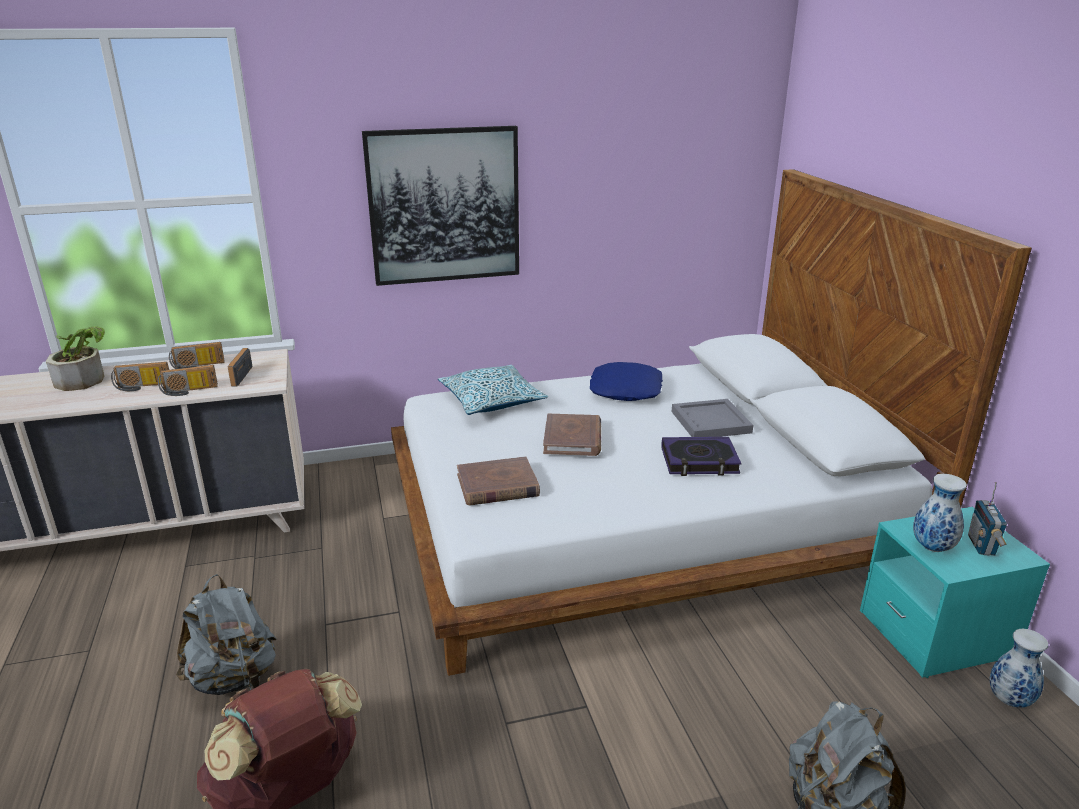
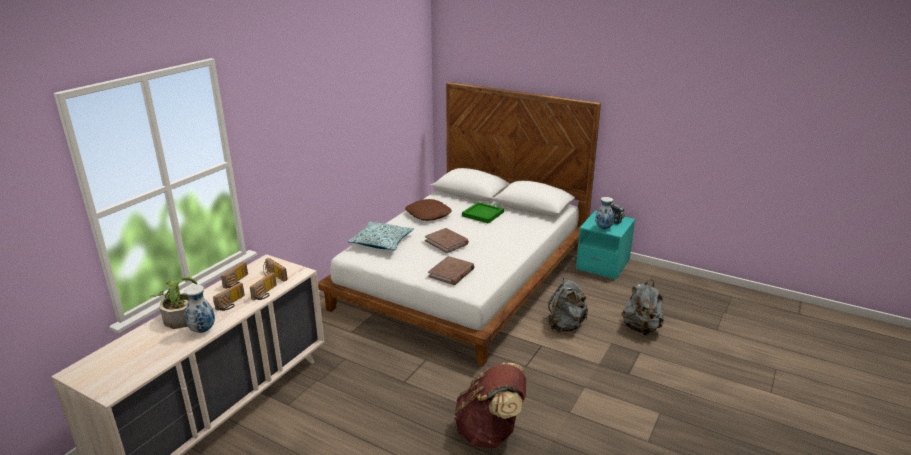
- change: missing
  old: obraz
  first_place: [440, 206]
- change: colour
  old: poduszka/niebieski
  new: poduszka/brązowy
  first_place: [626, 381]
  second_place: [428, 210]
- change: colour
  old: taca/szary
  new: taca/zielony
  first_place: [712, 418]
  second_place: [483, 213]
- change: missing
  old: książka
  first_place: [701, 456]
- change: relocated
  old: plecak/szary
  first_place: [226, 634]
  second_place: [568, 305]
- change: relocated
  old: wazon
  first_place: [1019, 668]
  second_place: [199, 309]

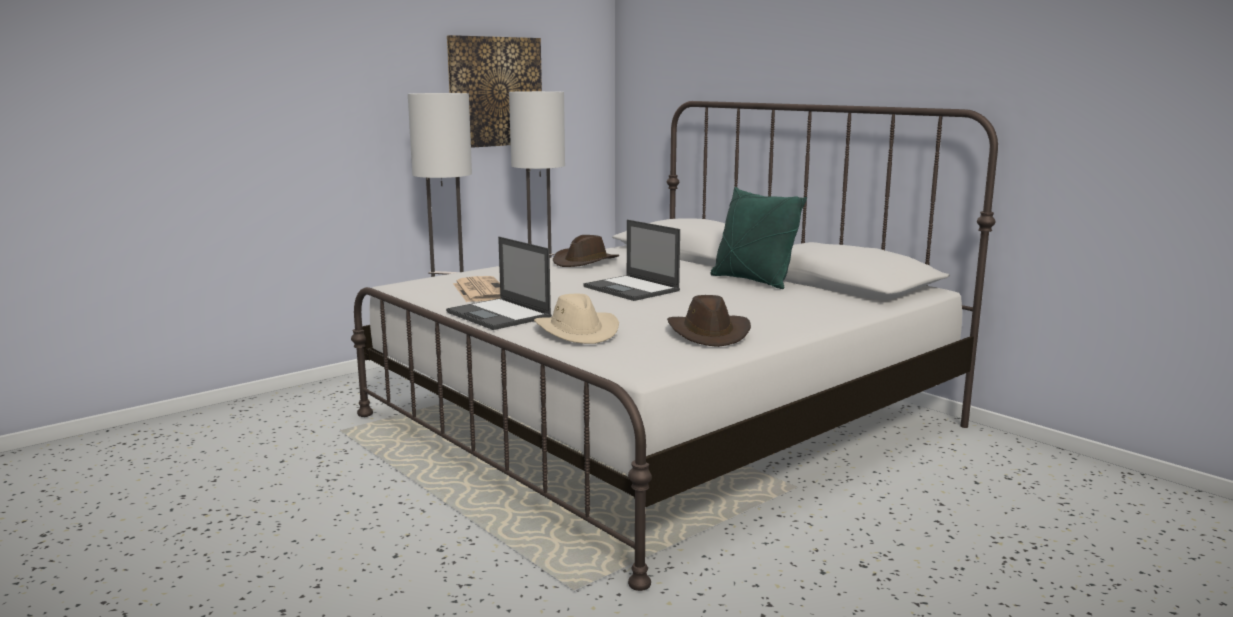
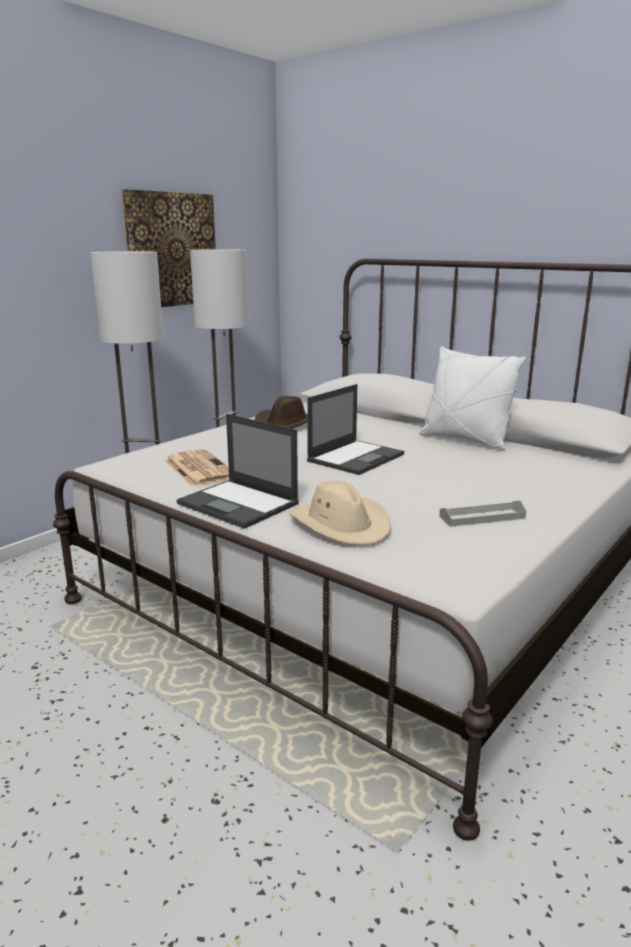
- change: colour
  old: poduszka/zielony
  new: poduszka/biały
  first_place: [758, 238]
  second_place: [472, 398]
- change: spun
  old: laptop
  first_place: [631, 260]
  second_place: [355, 429]
  degrees: -90
- change: exchanged
  old: kapelusz/brązowy
  new: taca/szary
  first_place: [709, 321]
  second_place: [482, 514]

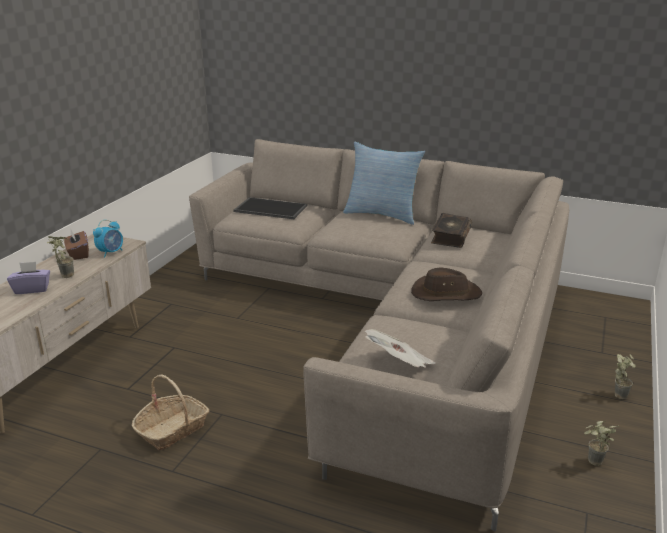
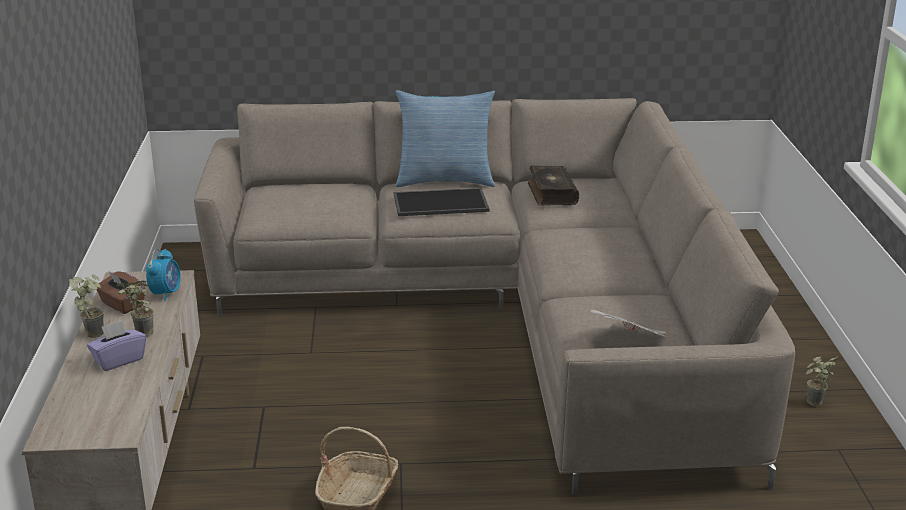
- change: relocated
  old: taca
  first_place: [270, 208]
  second_place: [442, 202]
- change: missing
  old: kapelusz/brązowy
  first_place: [446, 284]
- change: relocated
  old: roślina doniczkowa
  first_place: [625, 376]
  second_place: [86, 306]

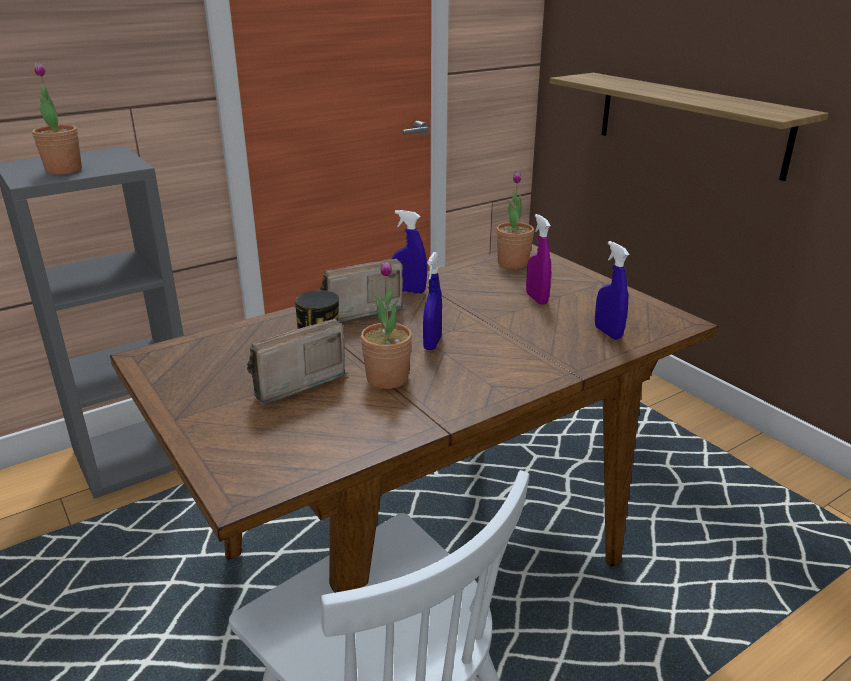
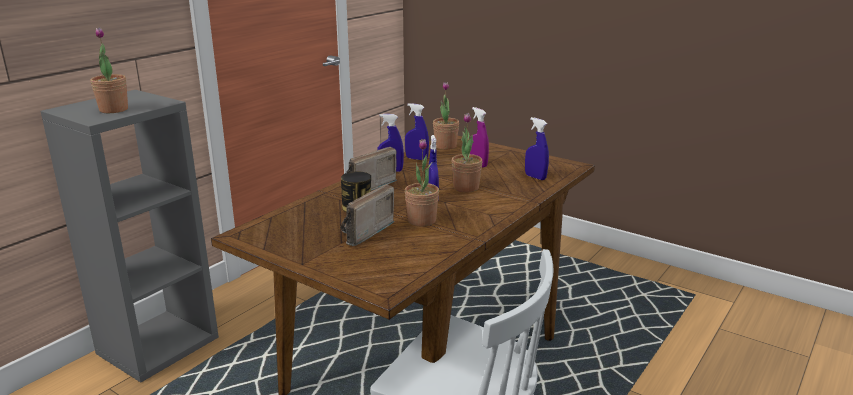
- change: missing
  old: półka
  first_place: [689, 127]
- change: appeared
  new: spryskiwacz/niebieski
  second_place: [417, 131]
- change: appeared
  new: roślina doniczkowa
  second_place: [467, 153]

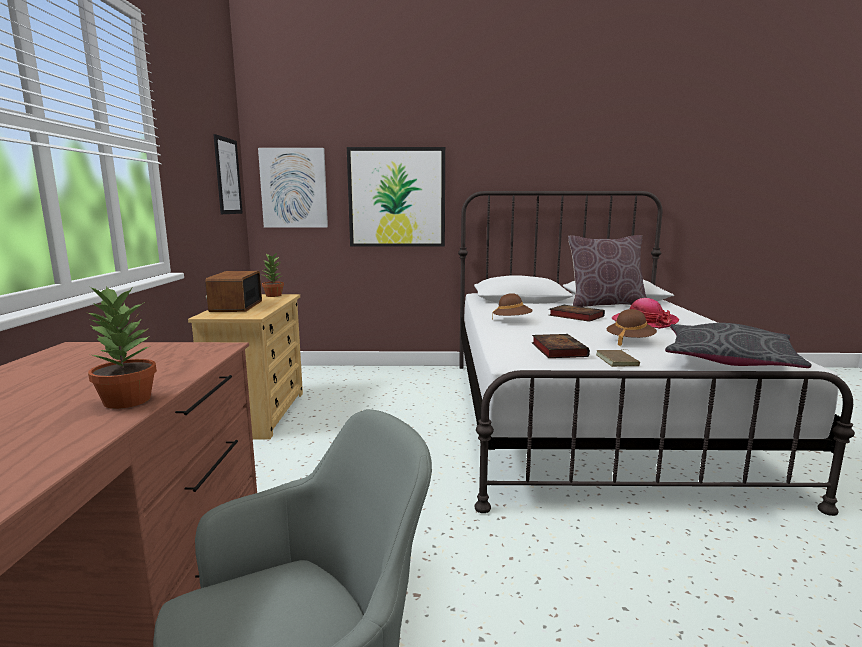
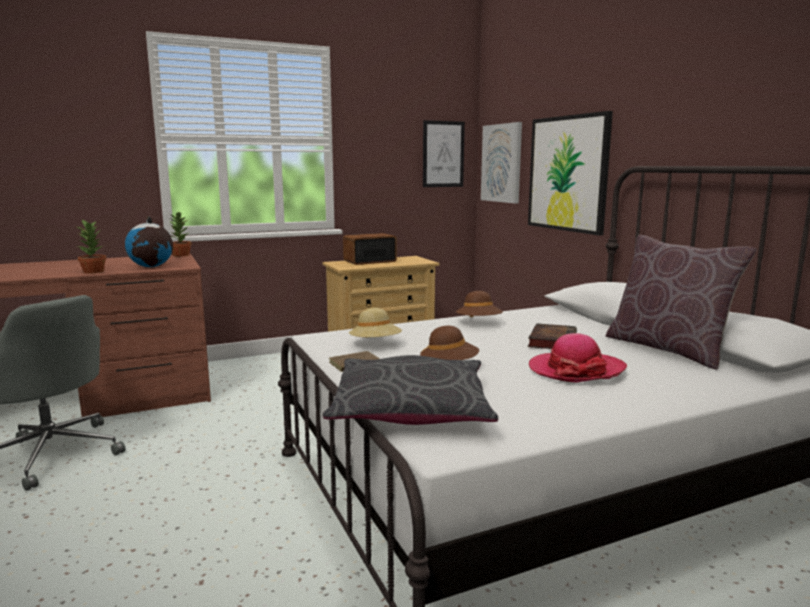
- change: relocated
  old: roślina doniczkowa
  first_place: [273, 274]
  second_place: [180, 233]
- change: exchanged
  old: książka
  new: kapelusz/beżowy
  first_place: [561, 346]
  second_place: [375, 323]
- change: appeared
  new: globus
  second_place: [149, 242]

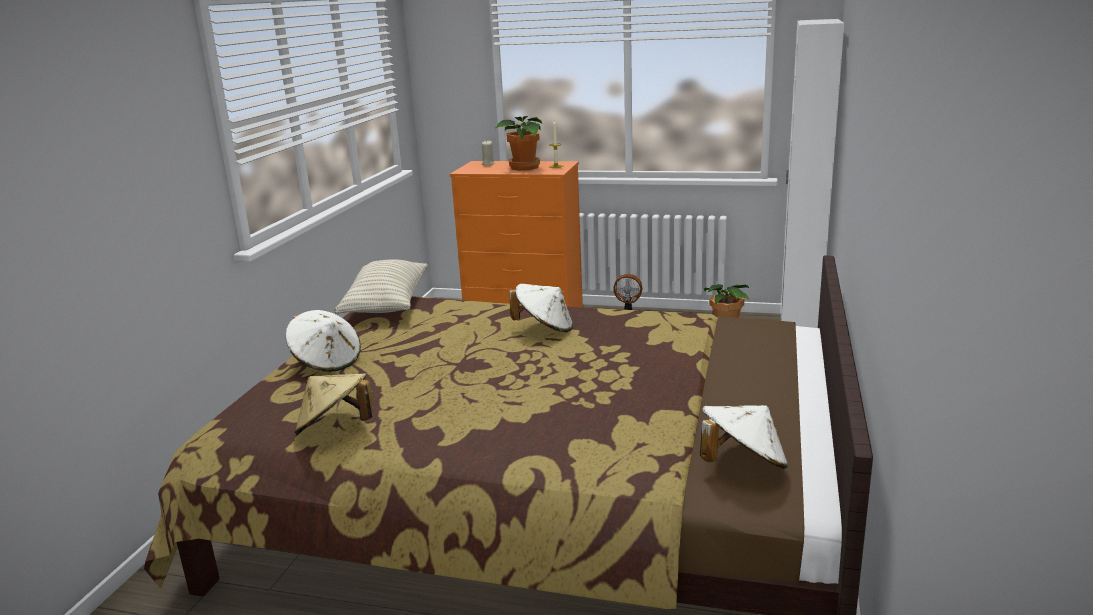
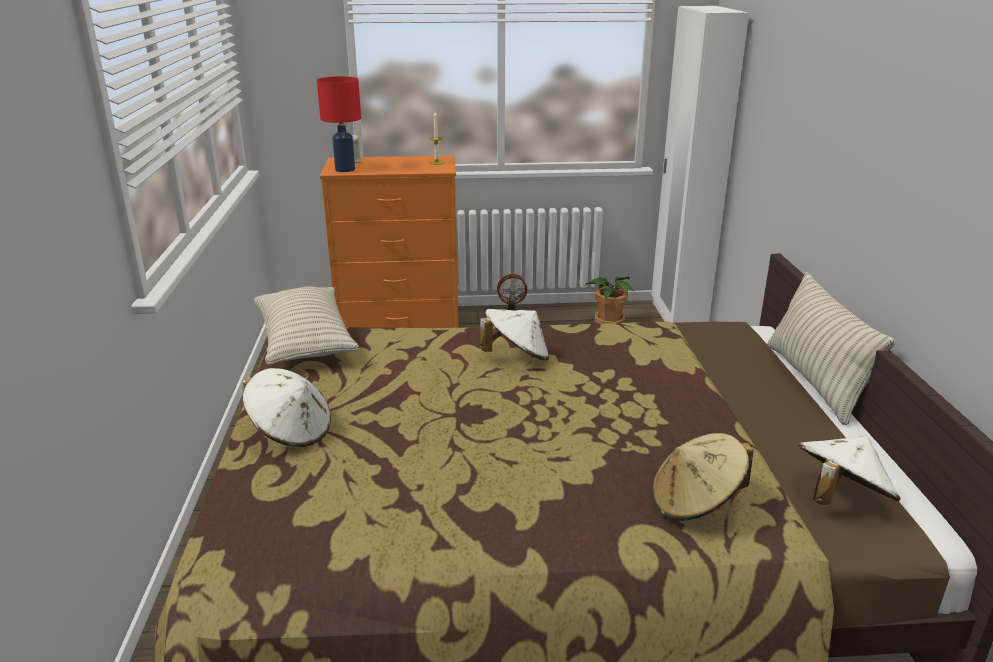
- change: missing
  old: roślina doniczkowa
  first_place: [518, 143]
- change: relocated
  old: kapelusz/beżowy
  first_place: [334, 404]
  second_place: [702, 477]
- change: appeared
  new: lampa stołowa/czerwony
  second_place: [339, 124]
- change: appeared
  new: poduszka
  second_place: [831, 348]

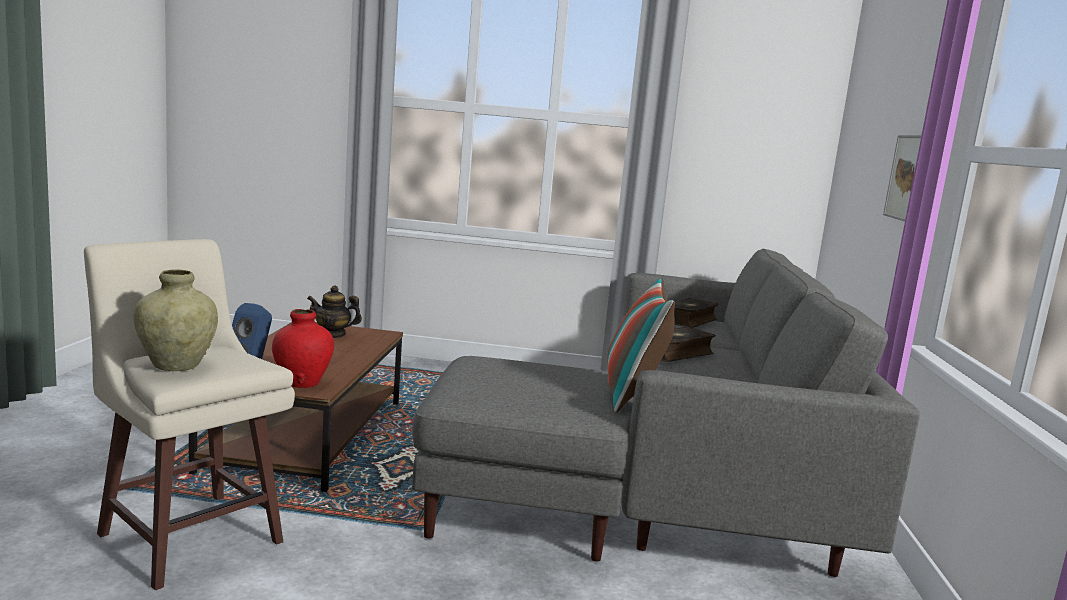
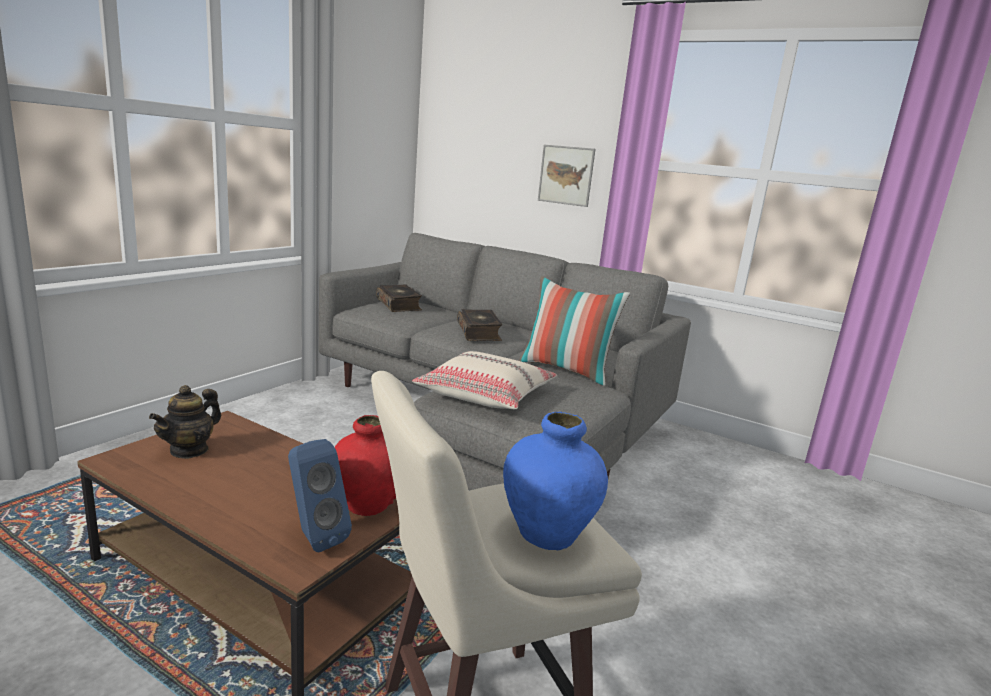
- change: colour
  old: wazon/beżowy
  new: wazon/niebieski
  first_place: [176, 320]
  second_place: [555, 481]
- change: appeared
  new: poduszka/beżowy
  second_place: [484, 380]

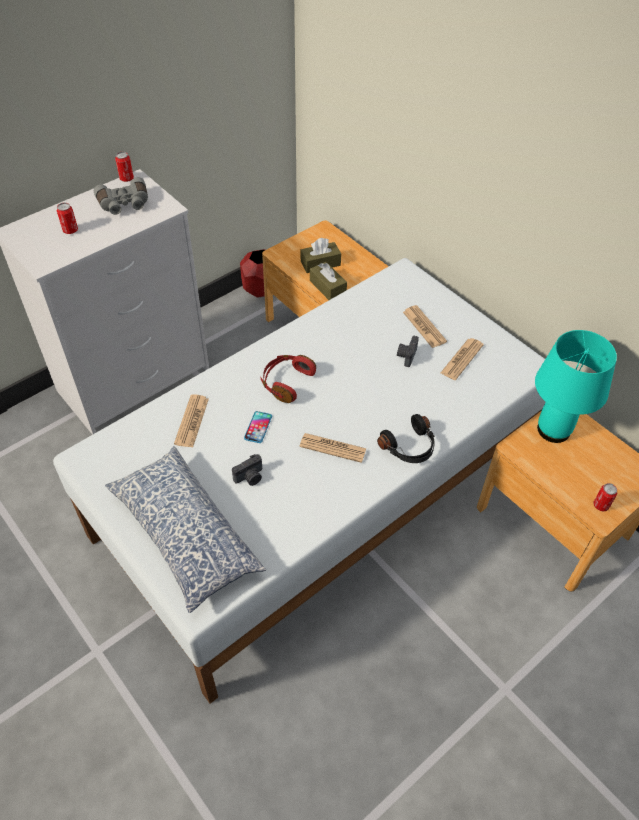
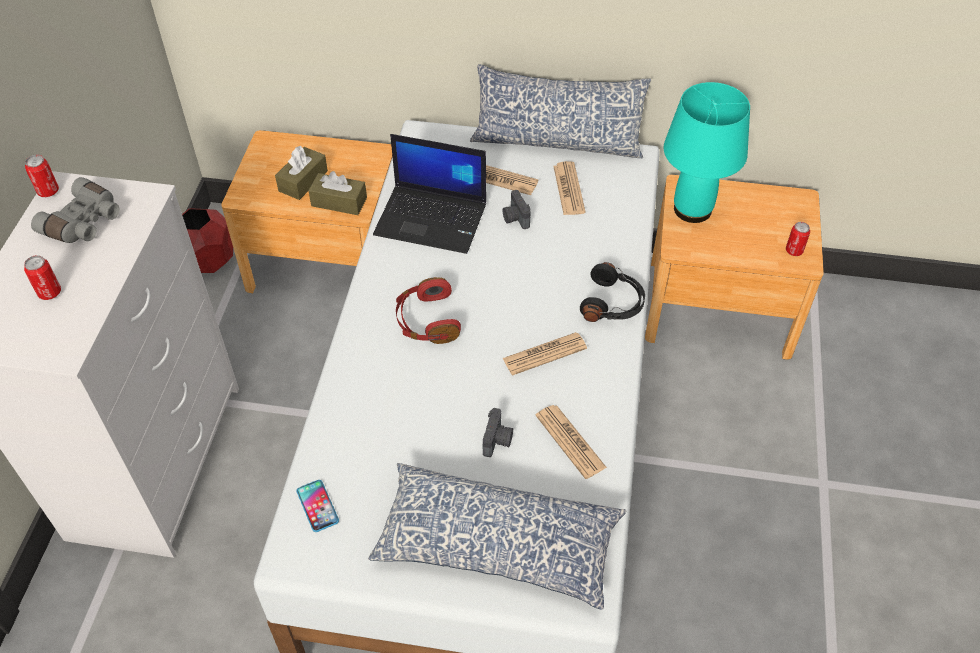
- change: relocated
  old: gazeta
  first_place: [191, 420]
  second_place: [571, 442]
- change: relocated
  old: telefon
  first_place: [258, 427]
  second_place: [318, 506]
- change: appeared
  new: poduszka
  second_place: [560, 111]
- change: appeared
  new: laptop
  second_place: [429, 194]

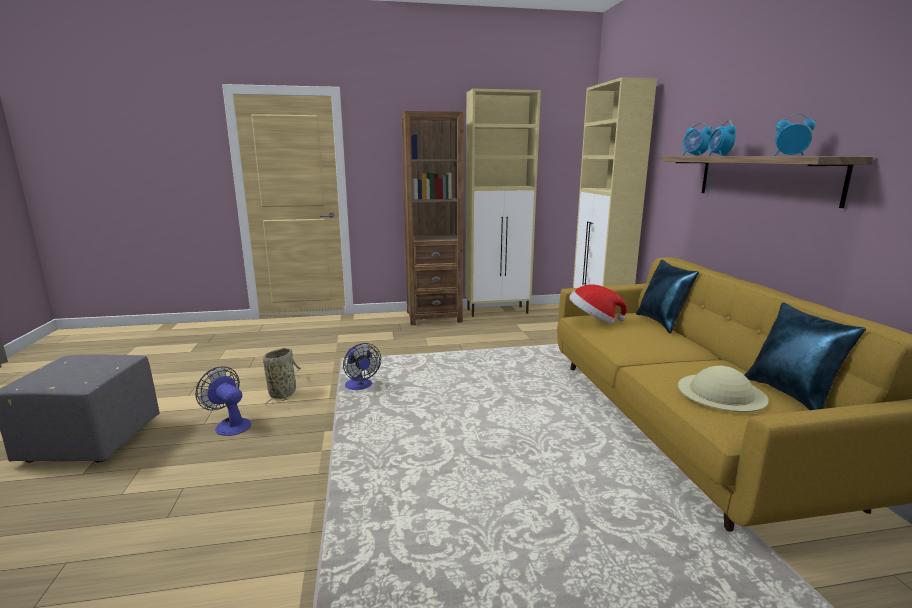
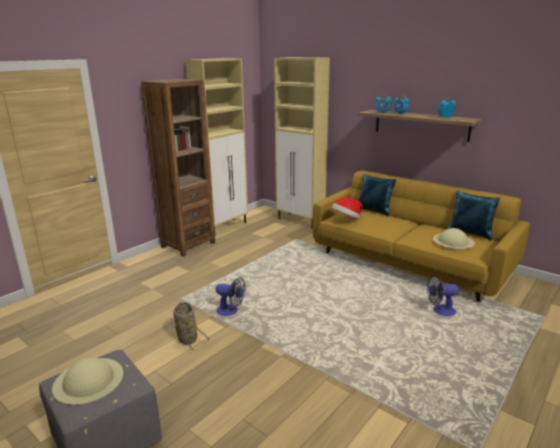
- change: relocated
  old: wentylator
  first_place: [223, 401]
  second_place: [443, 295]
- change: appeared
  new: kapelusz/beżowy
  second_place: [87, 381]

